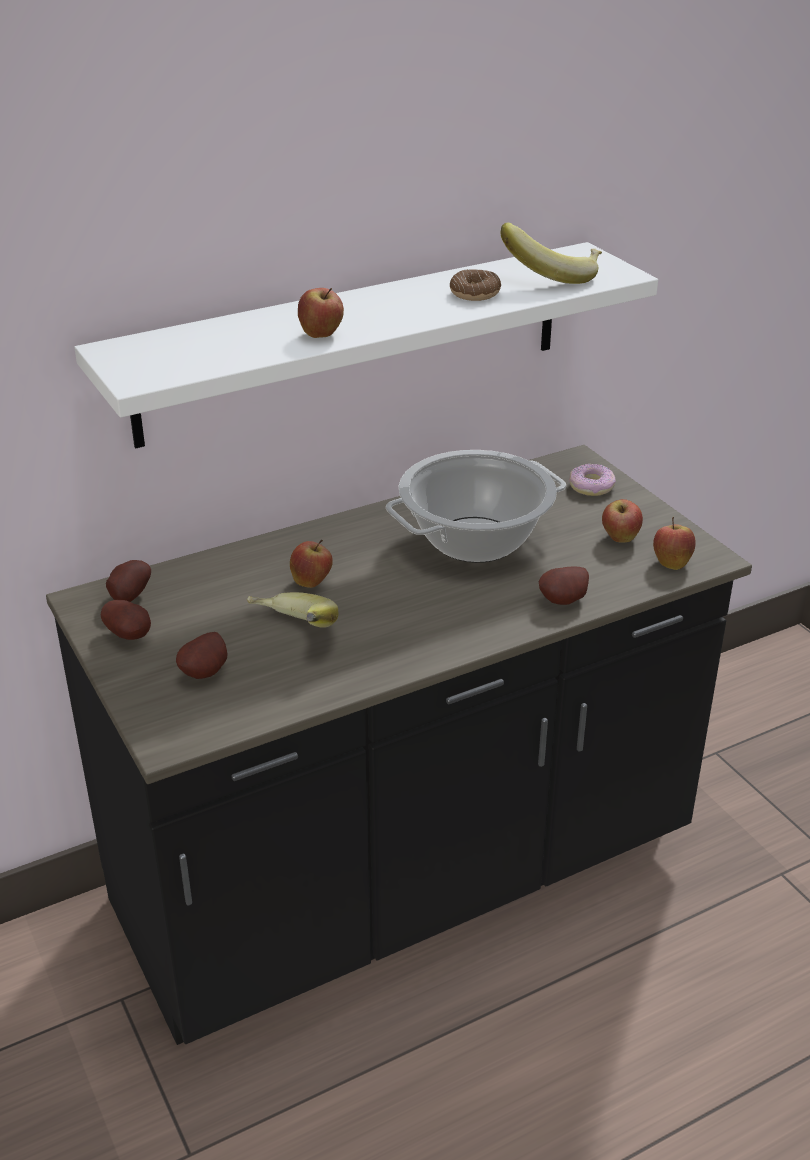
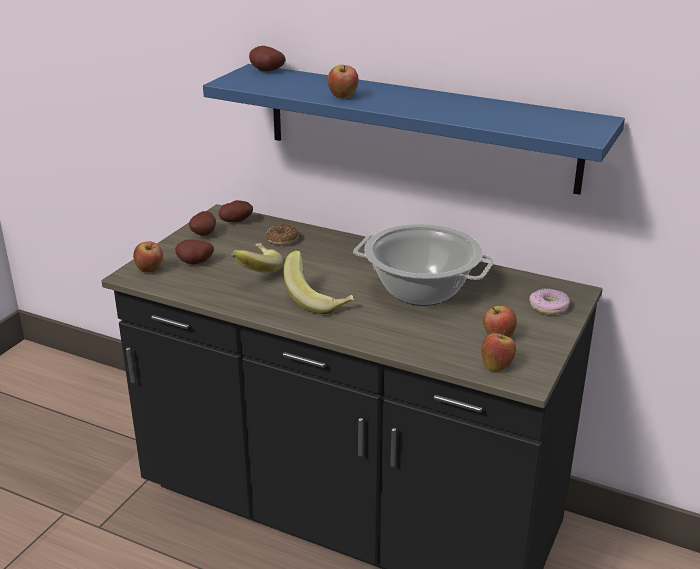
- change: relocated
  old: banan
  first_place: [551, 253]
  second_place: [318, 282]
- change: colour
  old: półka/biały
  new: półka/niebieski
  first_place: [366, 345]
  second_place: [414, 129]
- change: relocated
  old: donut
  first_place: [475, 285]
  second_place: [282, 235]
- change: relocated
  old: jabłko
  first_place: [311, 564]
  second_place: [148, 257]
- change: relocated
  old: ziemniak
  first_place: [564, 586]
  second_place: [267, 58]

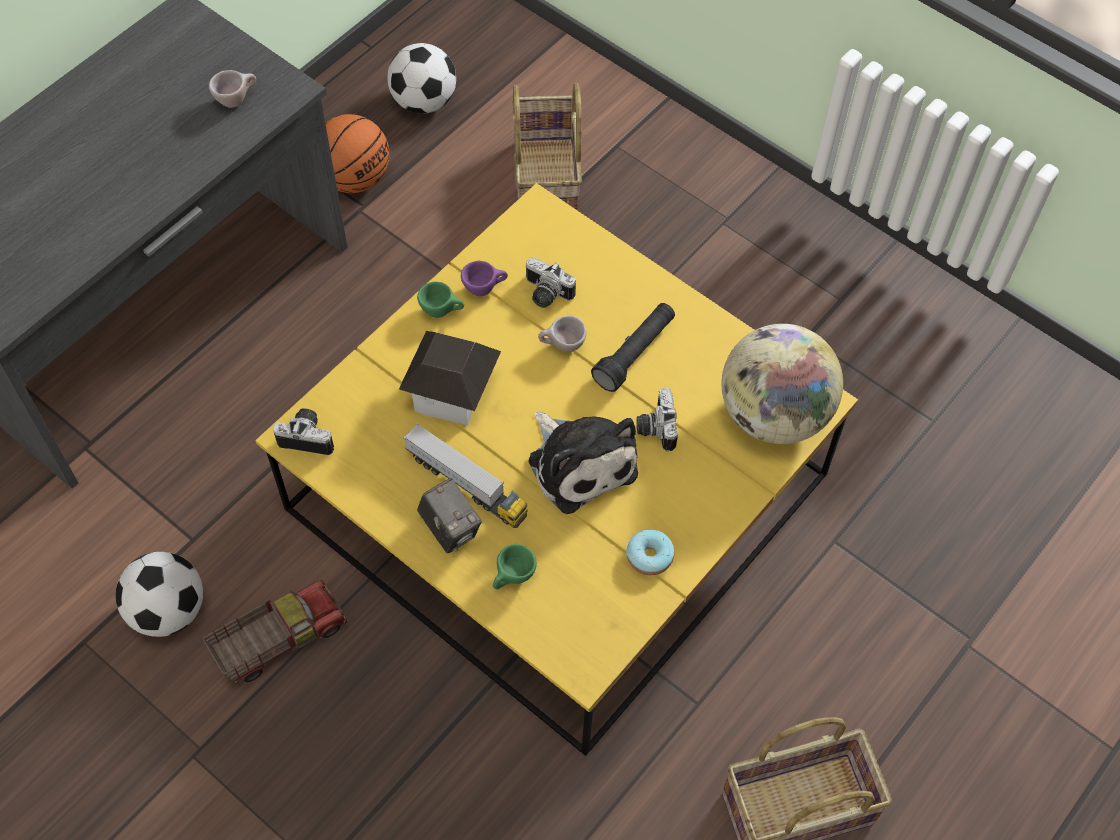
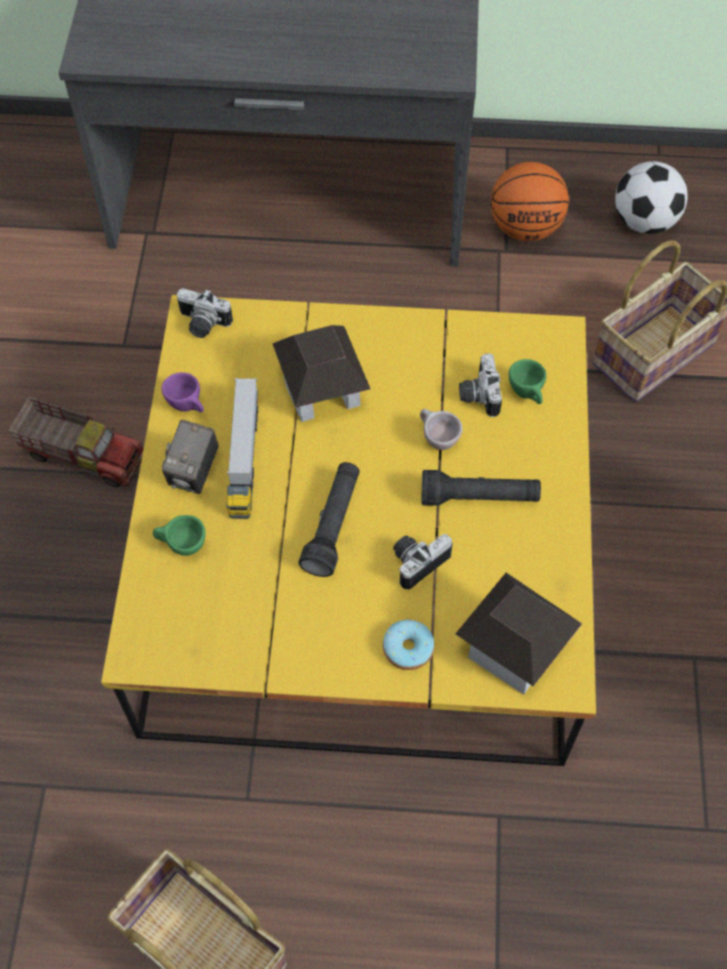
- change: missing
  old: filiżanka/beżowy
  first_place: [232, 89]
- change: relocated
  old: filiżanka/fioletowy
  first_place: [484, 278]
  second_place: [182, 392]
- change: relocated
  old: filiżanka/zielony
  first_place: [440, 300]
  second_place: [527, 381]
- change: exchanged
  old: globus
  new: domek
  first_place: [782, 384]
  second_place: [518, 633]
- change: spun
  old: aparat fotograficzny
  first_place: [303, 431]
  second_place: [205, 313]
  degrees: 135
- change: exchanged
  old: pluszak
  new: latarka/czarny
  first_place: [583, 463]
  second_place: [329, 519]
- change: relocated
  old: donut
  first_place: [650, 552]
  second_place: [408, 645]
- change: missing
  old: piłka futbolowa
  first_place: [159, 594]

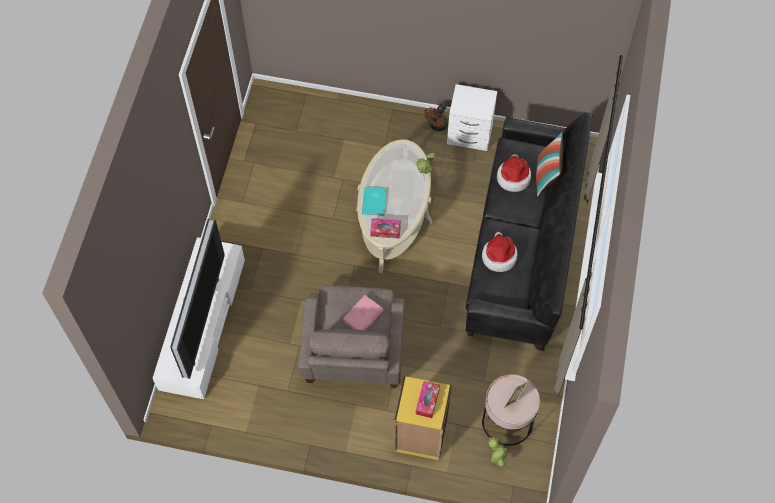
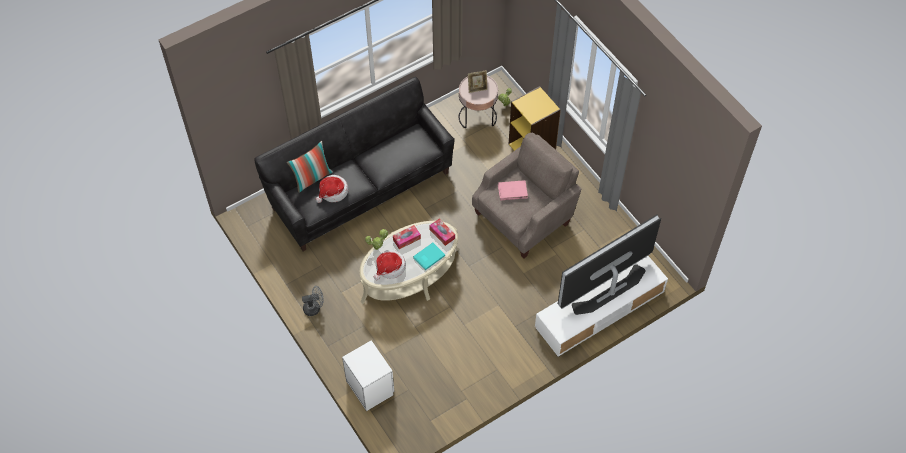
- change: relocated
  old: szafka nocna/biały
  first_place: [472, 117]
  second_place: [368, 375]
- change: colour
  old: wentylator/brązowy
  new: wentylator/szary
  first_place: [436, 117]
  second_place: [313, 301]
- change: relocated
  old: kapelusz
  first_place: [500, 252]
  second_place: [390, 265]
- change: relocated
  old: pudełko chusteczek
  first_place: [428, 399]
  second_place: [407, 237]

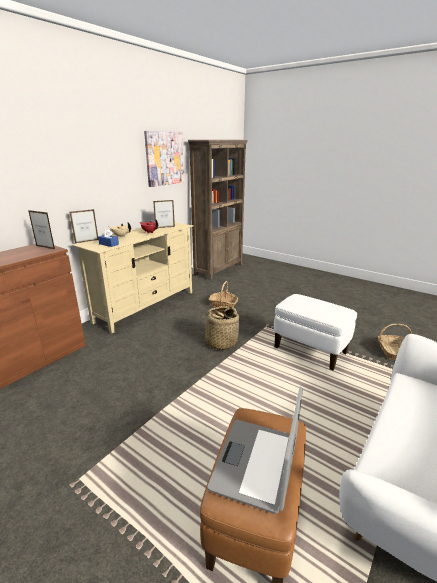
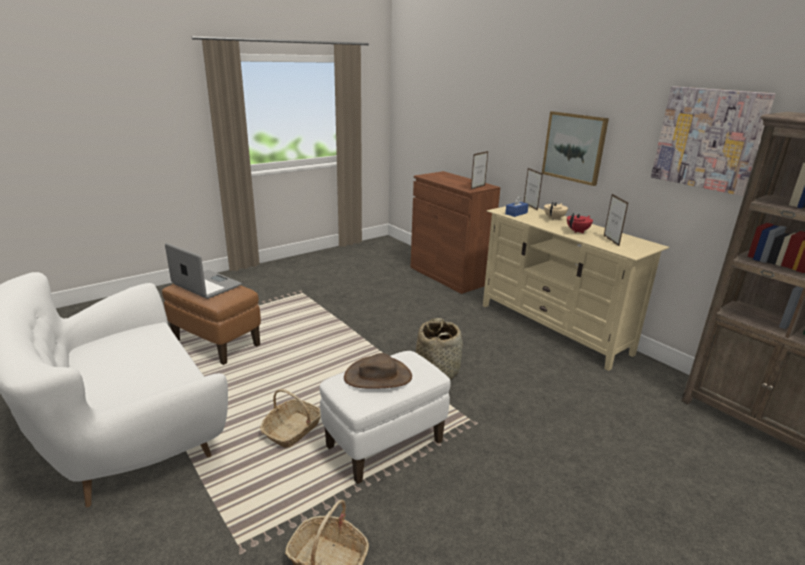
- change: relocated
  old: koszyk
  first_place: [223, 294]
  second_place: [290, 418]
- change: appeared
  new: obraz
  second_place: [575, 148]
- change: appeared
  new: kapelusz/brązowy
  second_place: [378, 371]

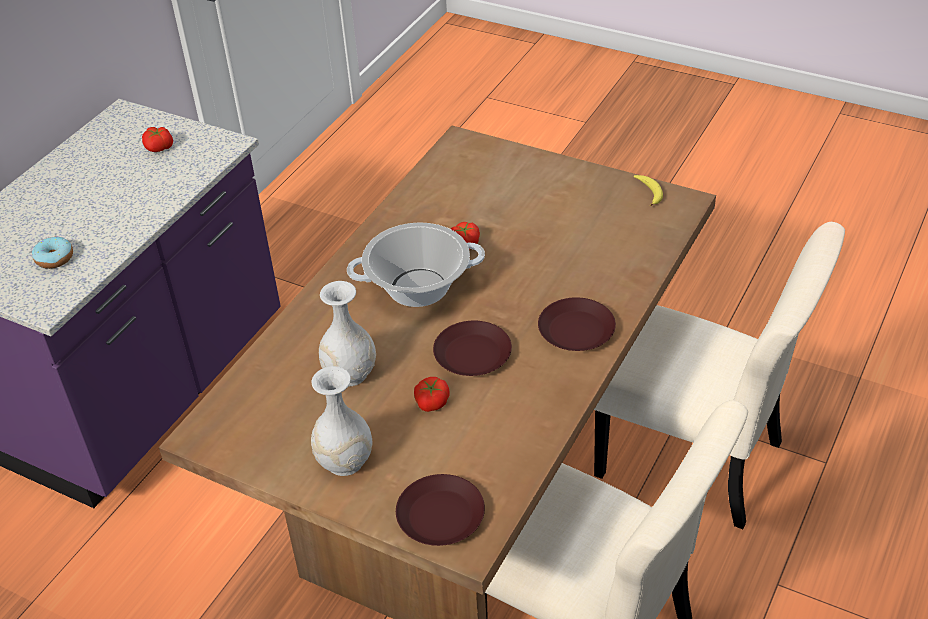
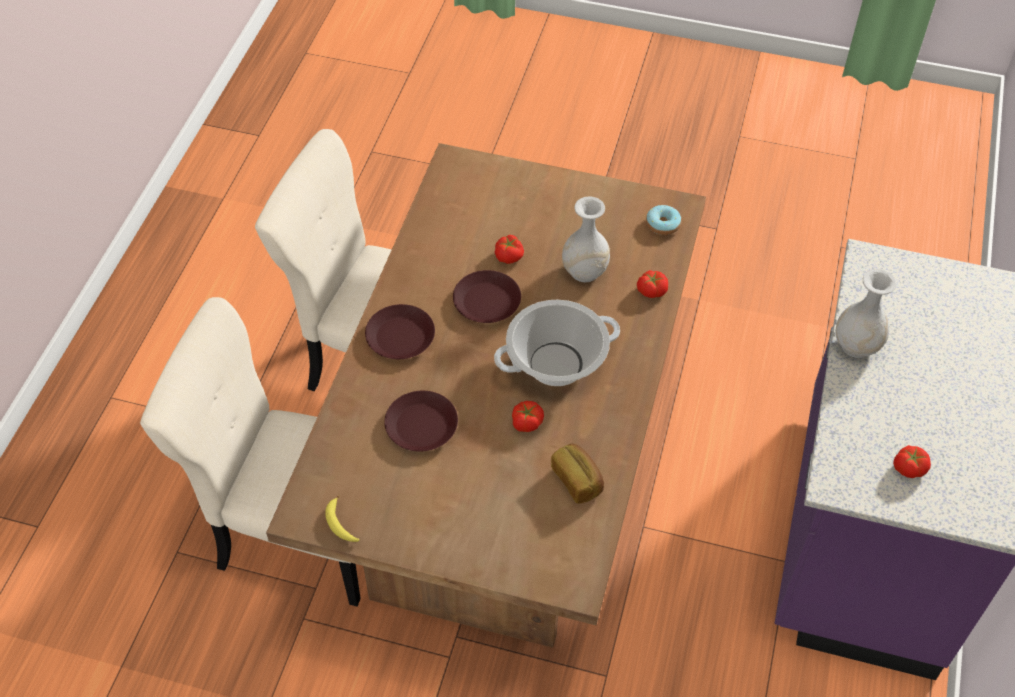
- change: relocated
  old: donut
  first_place: [52, 252]
  second_place: [663, 220]
- change: relocated
  old: wazon/biały
  first_place: [341, 421]
  second_place: [866, 313]
- change: relocated
  old: talerz/brązowy
  first_place: [440, 510]
  second_place: [421, 421]
- change: appeared
  new: pomidor
  second_place: [652, 284]
- change: appeared
  new: chleb
  second_place: [577, 474]

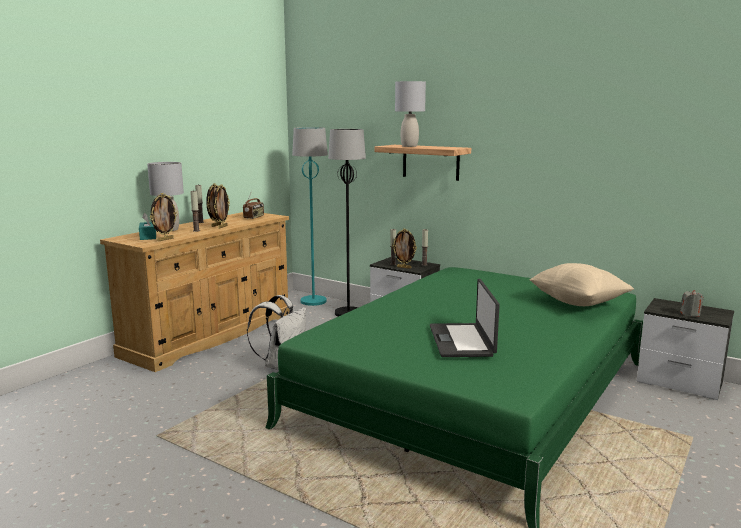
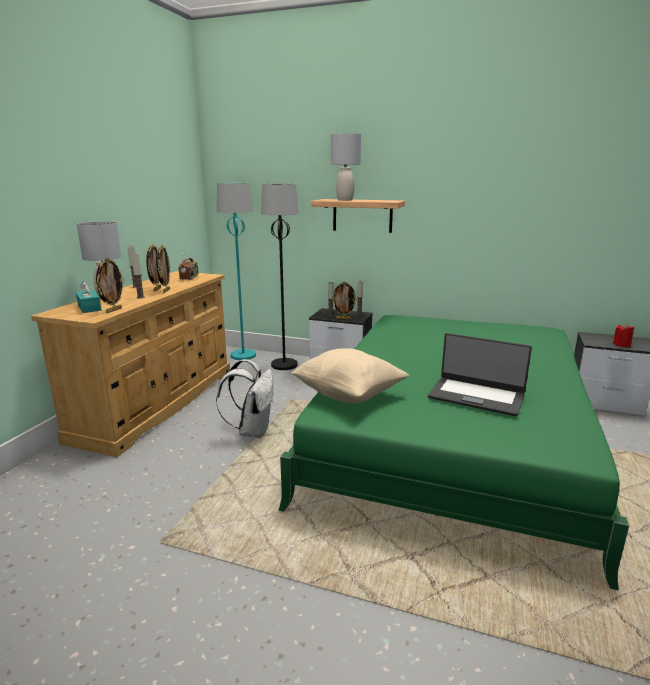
- change: relocated
  old: poduszka/beżowy
  first_place: [581, 284]
  second_place: [350, 375]
- change: spun
  old: laptop
  first_place: [465, 318]
  second_place: [480, 374]
  degrees: -45
- change: colour
  old: świeca/szary
  new: świeca/czerwony
  first_place: [692, 303]
  second_place: [623, 335]

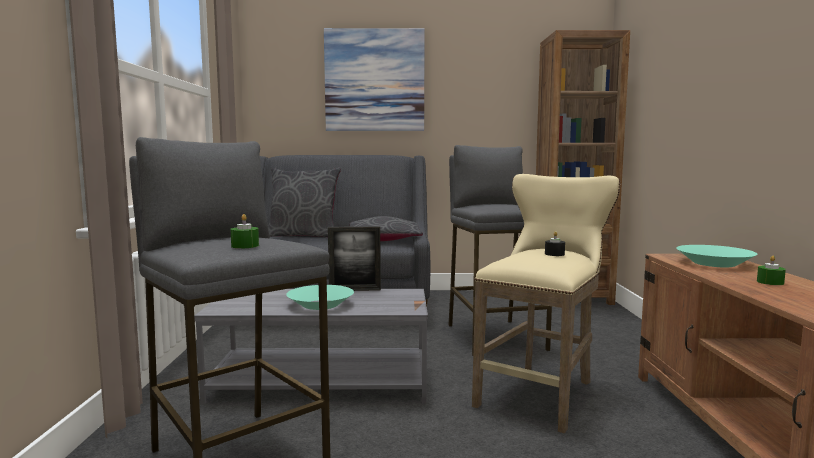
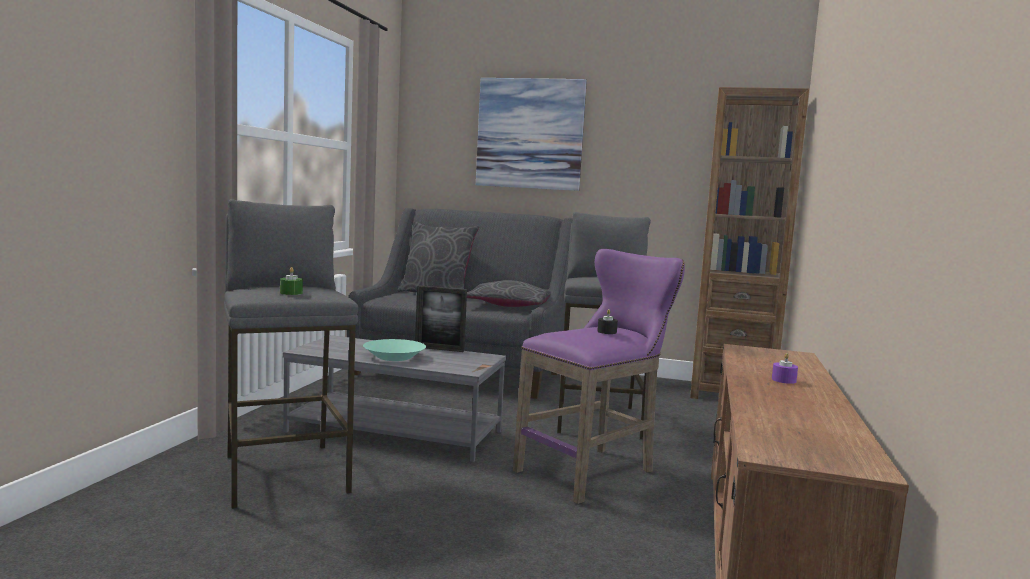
- change: colour
  old: stołek/beżowy
  new: stołek/fioletowy
  first_place: [546, 303]
  second_place: [599, 376]
- change: missing
  old: miska/turkusowy
  first_place: [717, 256]
- change: colour
  old: świeca/zielony
  new: świeca/fioletowy
  first_place: [771, 270]
  second_place: [785, 368]

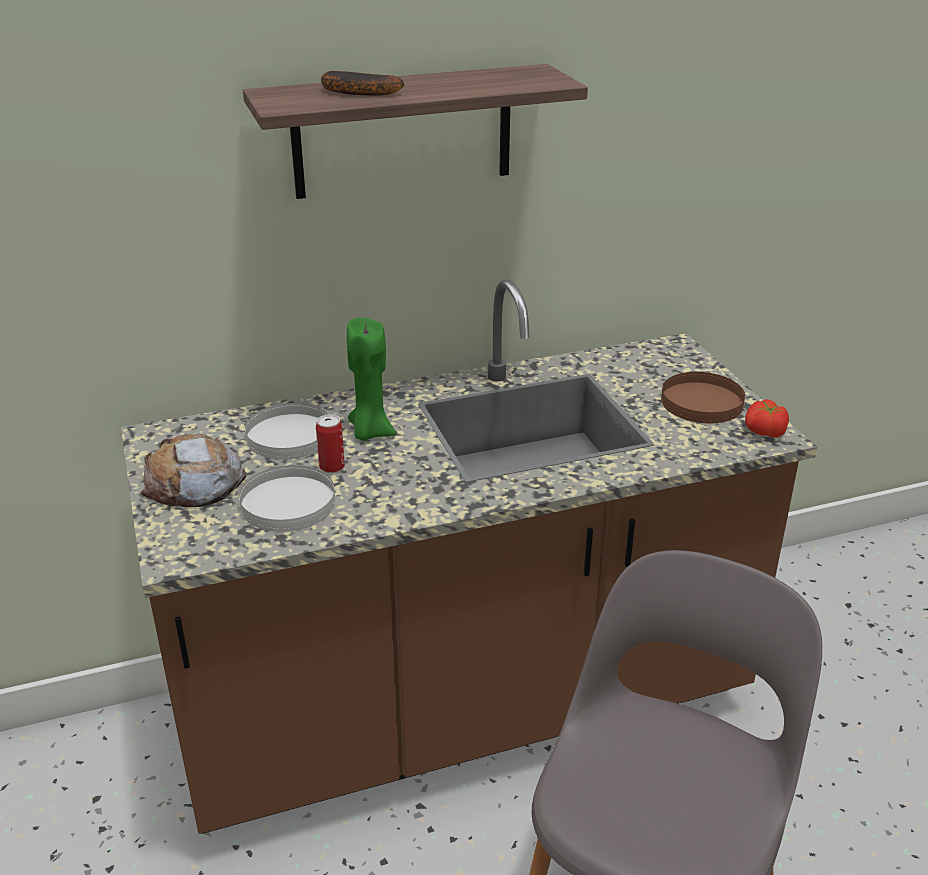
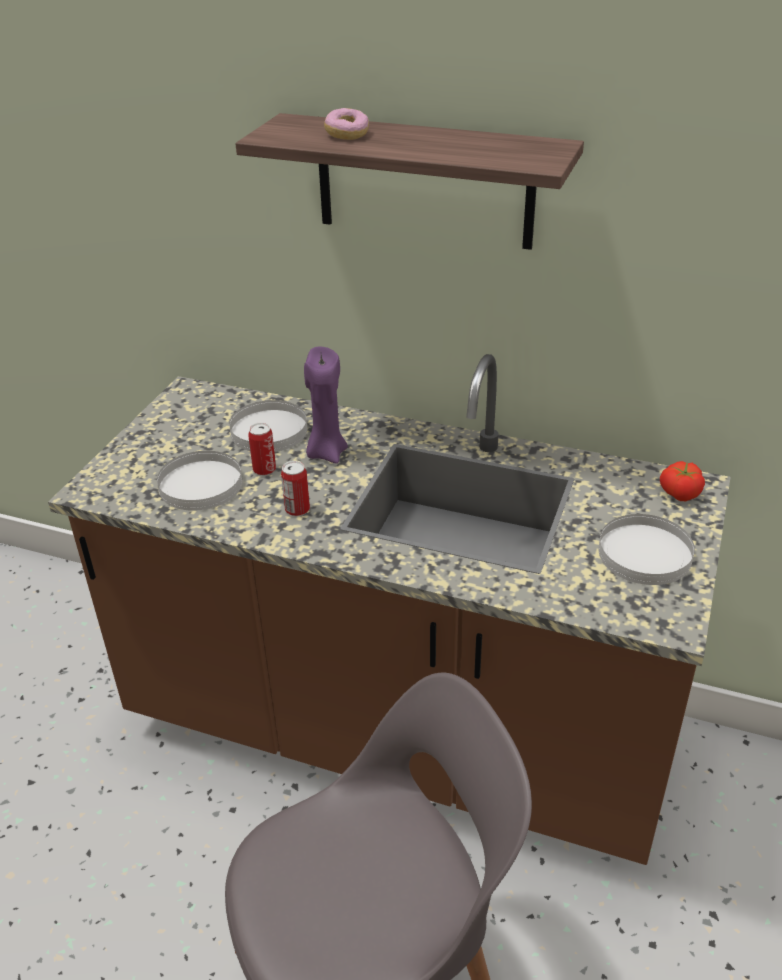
- change: exchanged
  old: banan
  new: donut
  first_place: [362, 83]
  second_place: [346, 124]
- change: colour
  old: świeca/zielony
  new: świeca/fioletowy
  first_place: [371, 379]
  second_place: [326, 405]
- change: colour
  old: talerz/brązowy
  new: talerz/biały
  first_place: [703, 397]
  second_place: [646, 549]
- change: relocated
  old: pomidor
  first_place: [767, 418]
  second_place: [682, 481]
- change: missing
  old: chleb
  first_place: [193, 470]
- change: appeared
  new: puszka
  second_place: [295, 488]

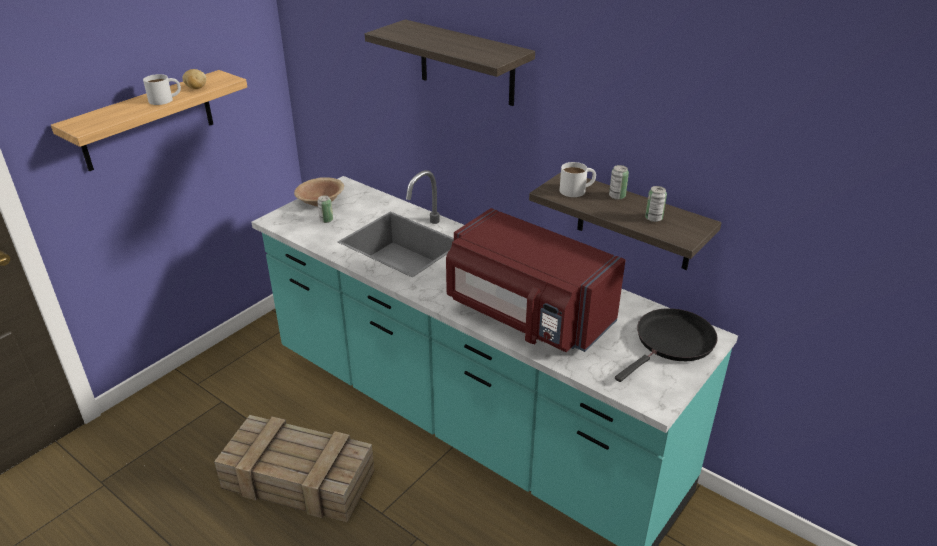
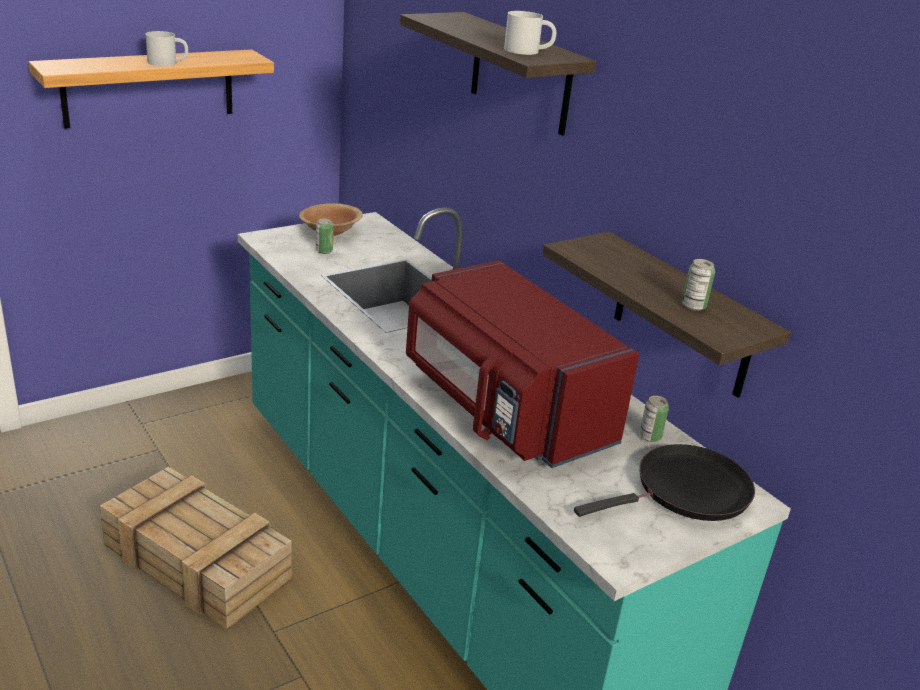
- change: missing
  old: ziemniak
  first_place: [194, 79]
- change: relocated
  old: kubek/biały
  first_place: [578, 179]
  second_place: [530, 33]
- change: relocated
  old: puszka
  first_place: [619, 182]
  second_place: [654, 419]

